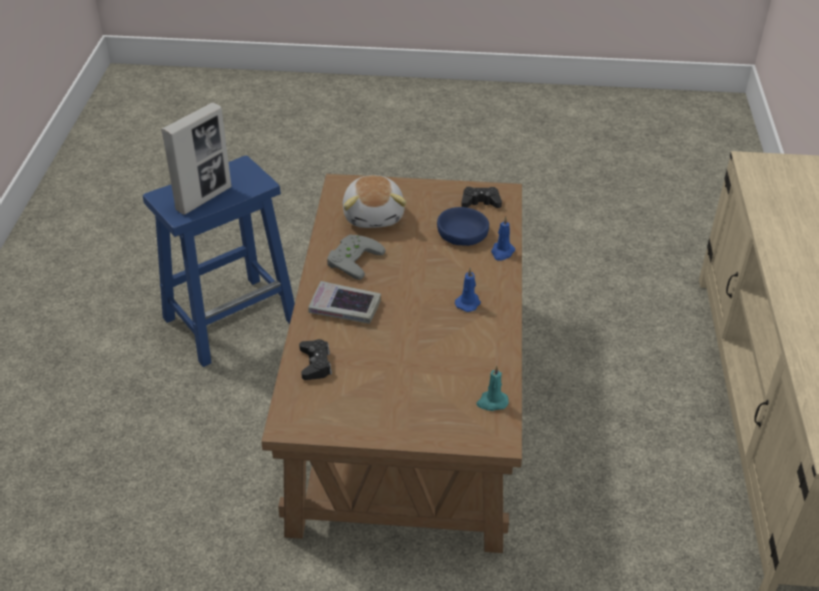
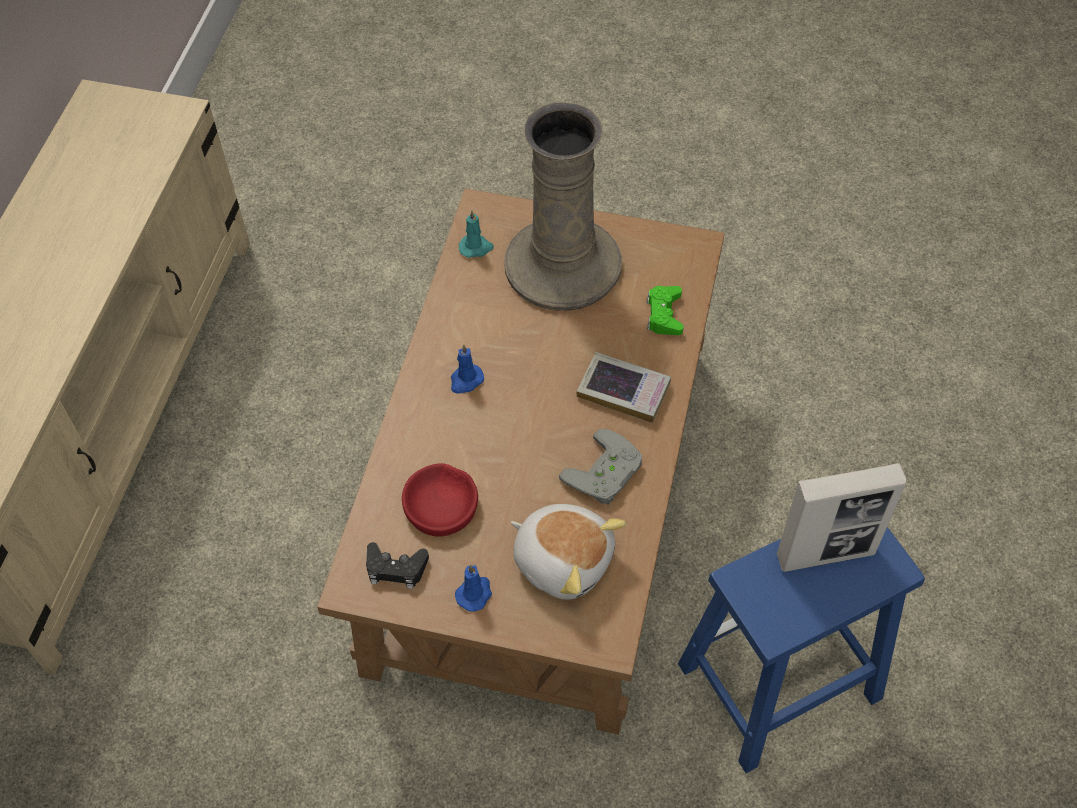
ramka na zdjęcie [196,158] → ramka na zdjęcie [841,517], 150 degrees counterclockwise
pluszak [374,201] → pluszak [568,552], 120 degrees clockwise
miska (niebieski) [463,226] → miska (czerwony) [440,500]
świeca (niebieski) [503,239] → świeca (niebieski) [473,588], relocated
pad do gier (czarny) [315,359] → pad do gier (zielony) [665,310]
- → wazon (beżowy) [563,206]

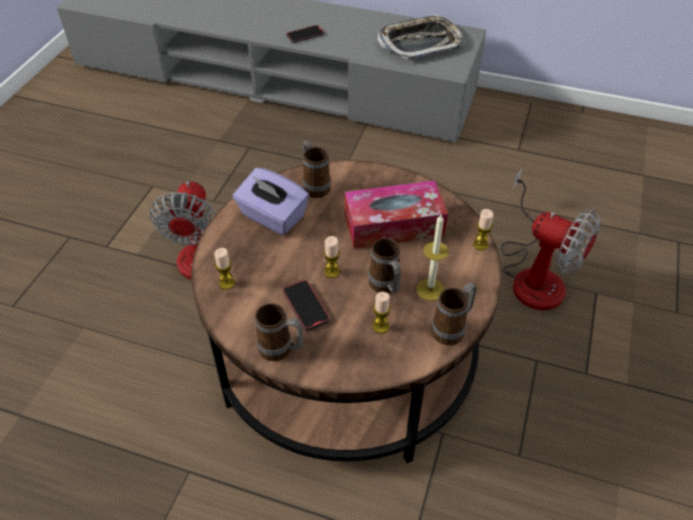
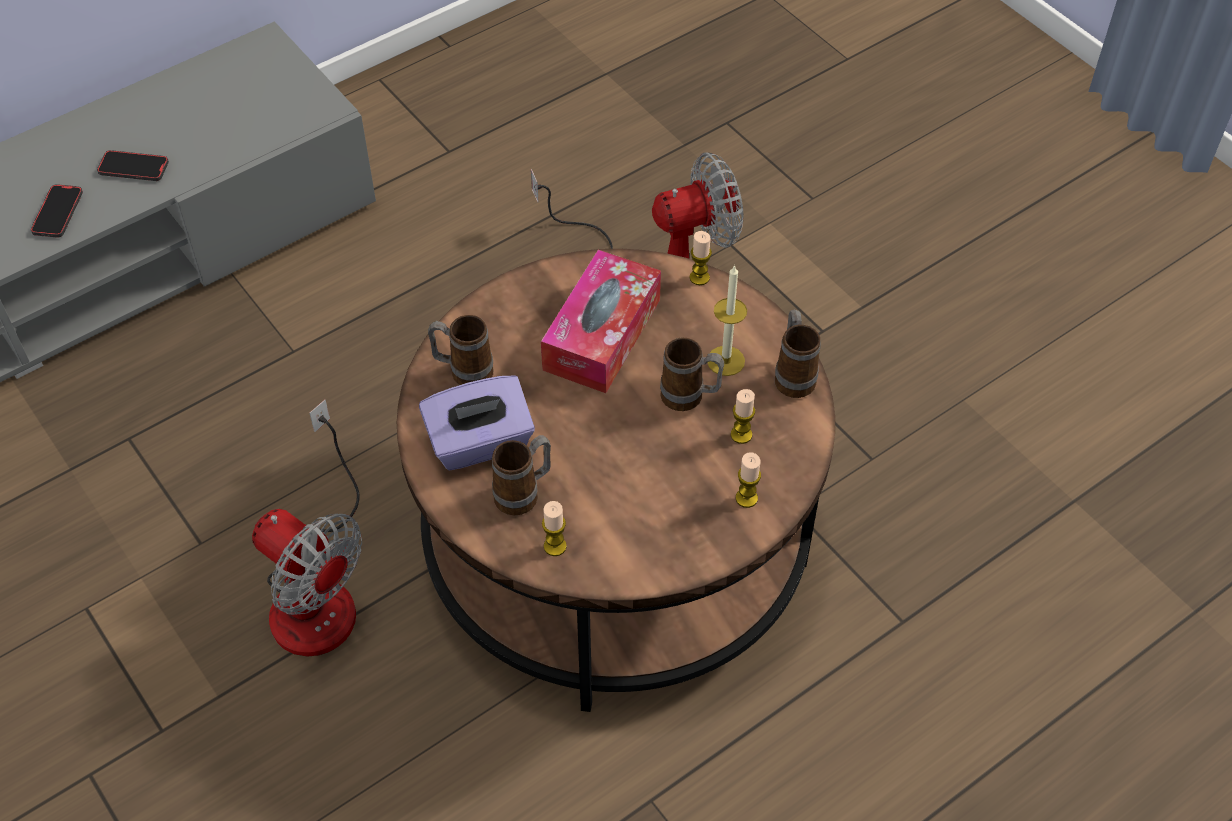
taca [421,36] → -
świeca [332,257] → świeca [748,480], relocated
telefon [306,305] → telefon [133,165], relocated
kubek [279,332] → kubek [521,475], relocated

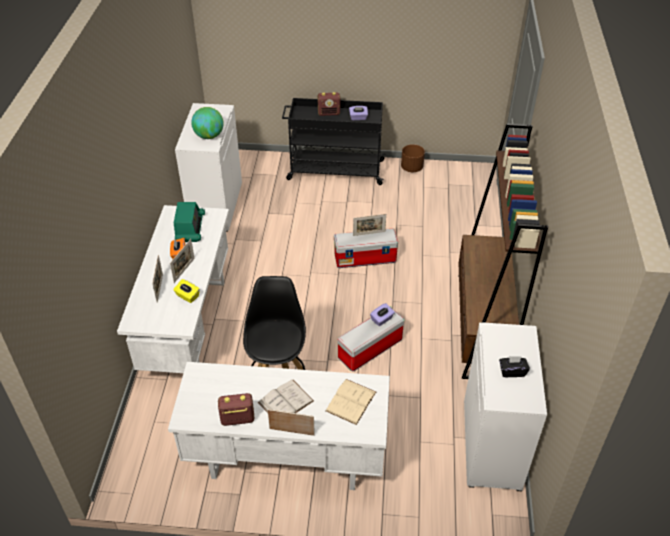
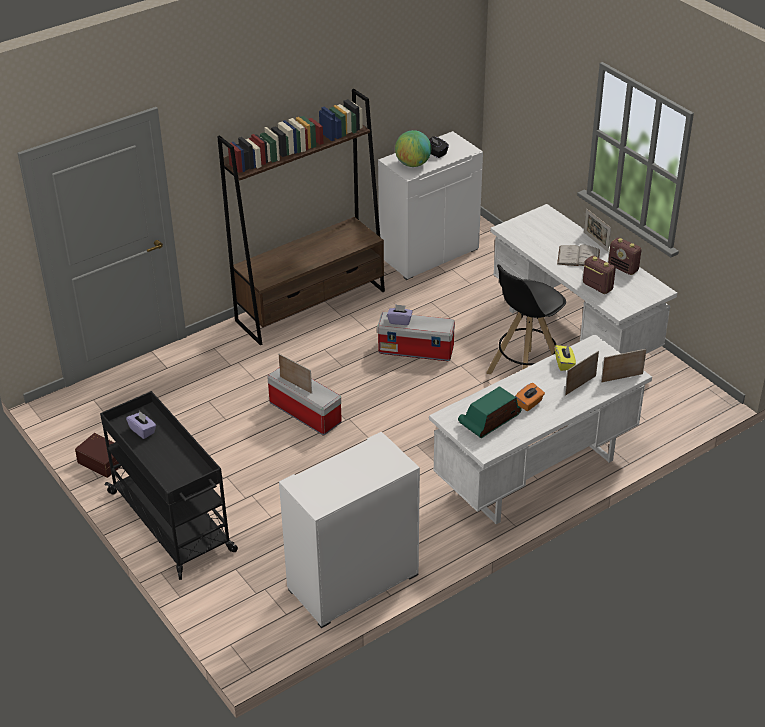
radio [329,104] → radio [599,275], relocated
globus [207,123] → globus [413,148], relocated
donica (brązowy) [413,158] → pojemnik do przechowywania (brązowy) [98,455]
ramka na zdjęcie [182,261] → ramka na zdjęcie [624,366], relocated
książka (beżowy) [351,402] → -

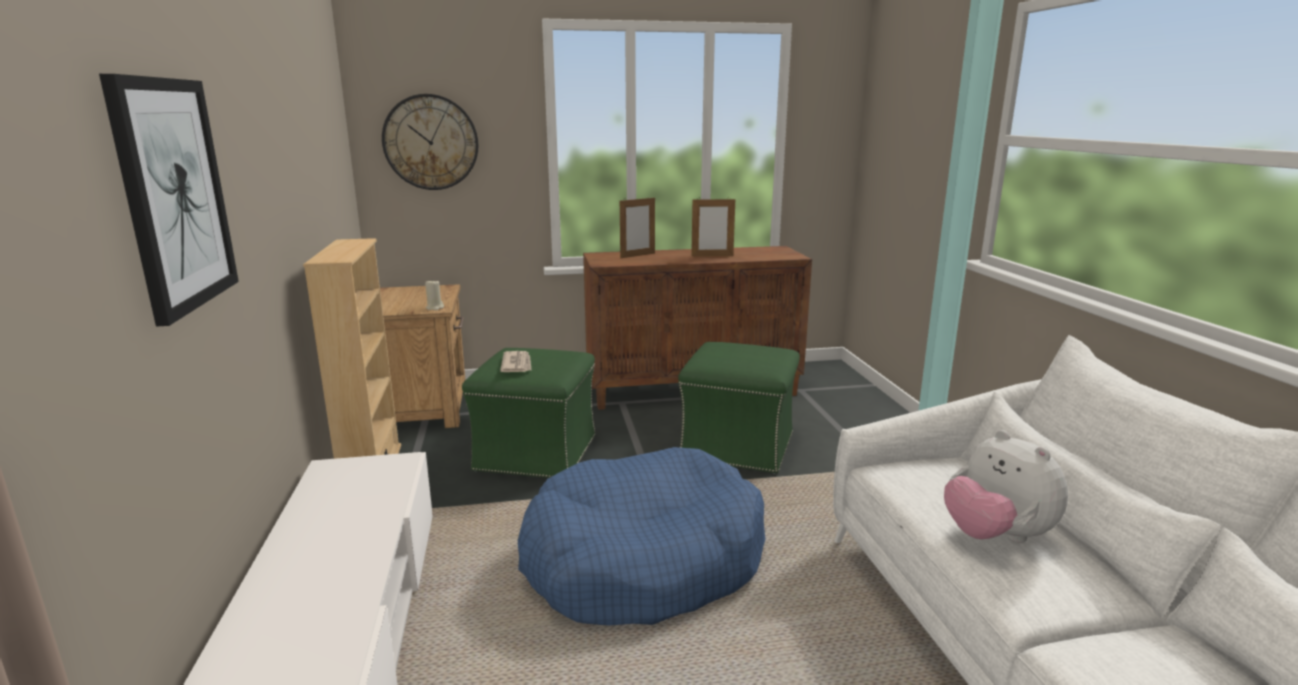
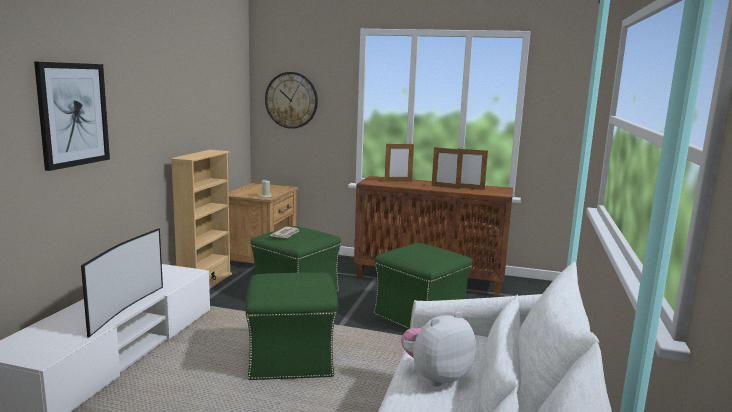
pluszak [1006,486] → pluszak [438,349], 60 degrees clockwise
legowisko (niebieski) [641,536] → pufa (zielony) [291,326]
- → ramka na zdjęcie [474,169]
- → telewizor [122,283]

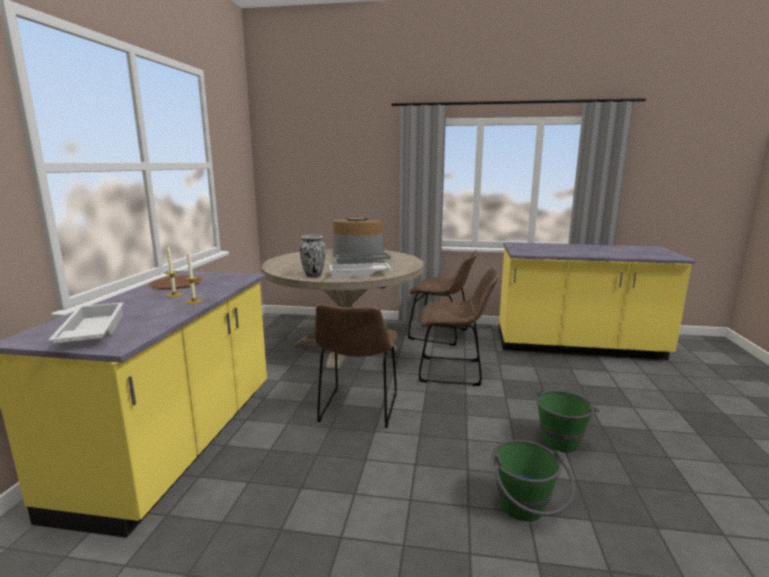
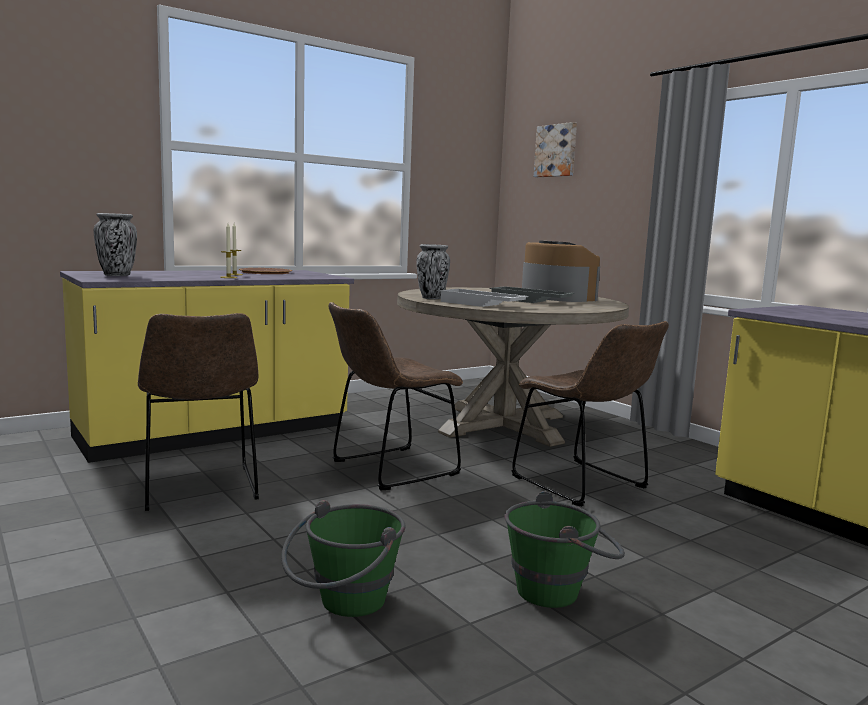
krzesło (brązowy) [443,298] → krzesło (brązowy) [198,412], relocated
taca (biały) [86,323] → wazon [115,244]
- → obraz [555,149]

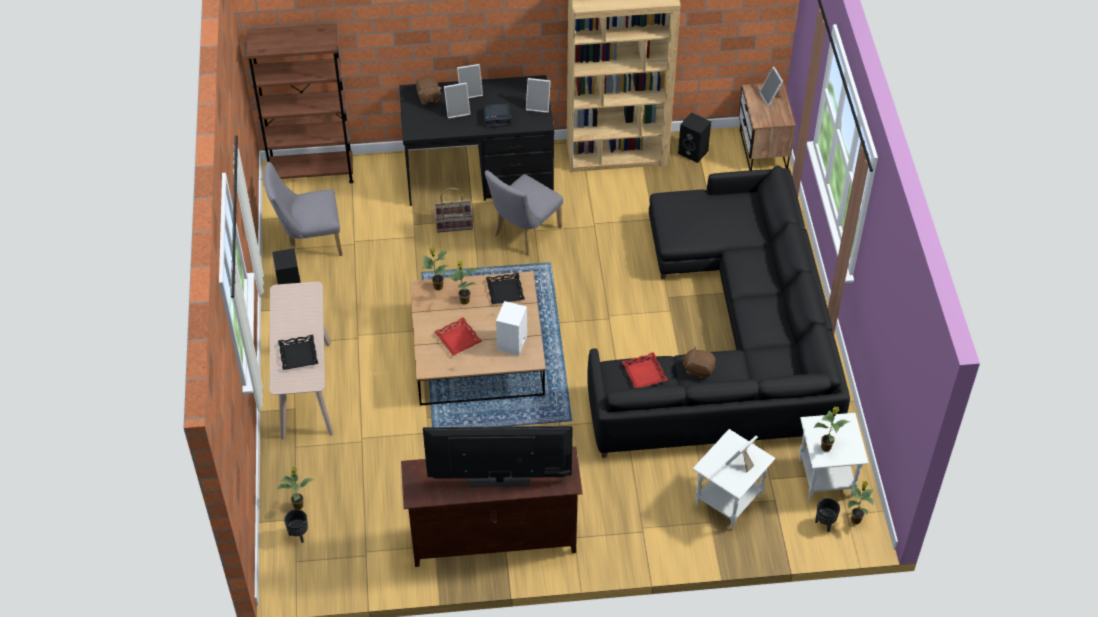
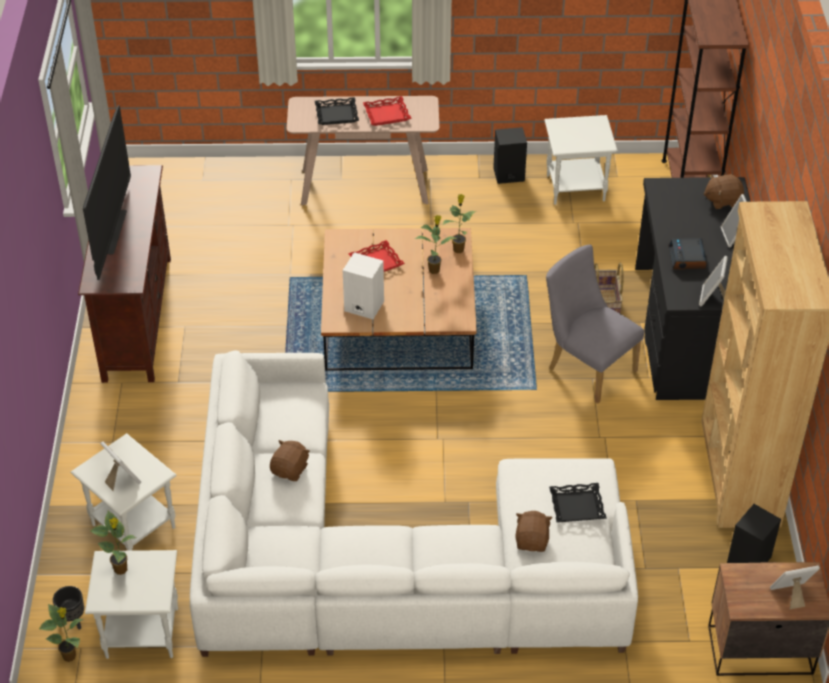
ramka na zdjęcie [457,100] → -
krzesło (szary) [303,209] → stolik (biały) [581,160]
kanapa (czarny) [718,312] → kanapa (biały) [414,503]
taca (czarny) [505,288] → taca (czarny) [578,503], relocated
taca (czerwony) [645,370] → taca (czerwony) [387,111], relocated
roślina doniczkowa [295,488] → -
donica (czarny) [296,526] → -
- → pluszak (brązowy) [534,531]

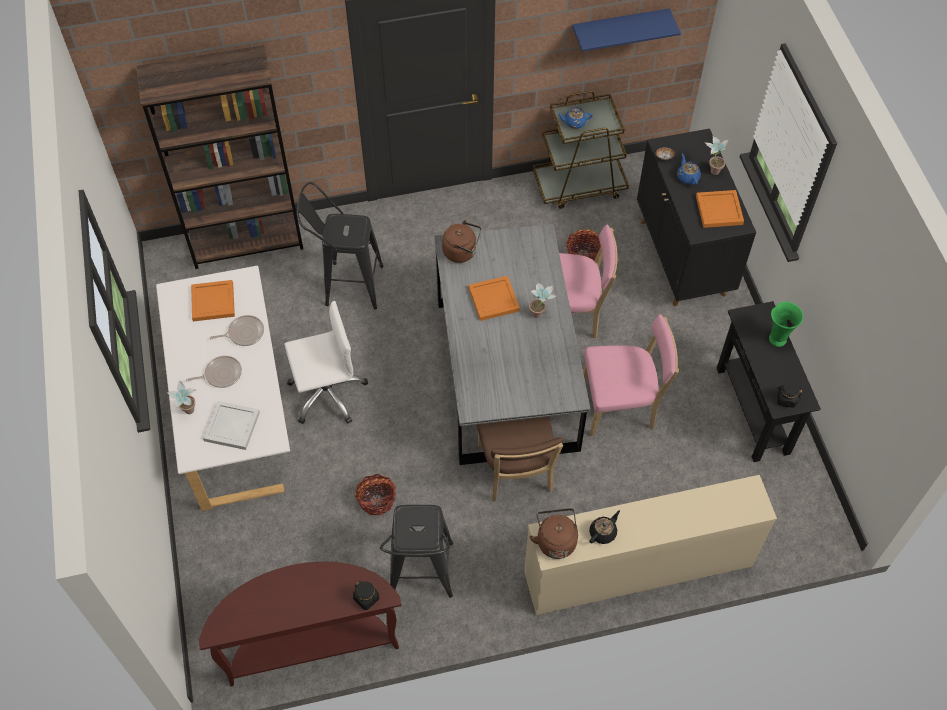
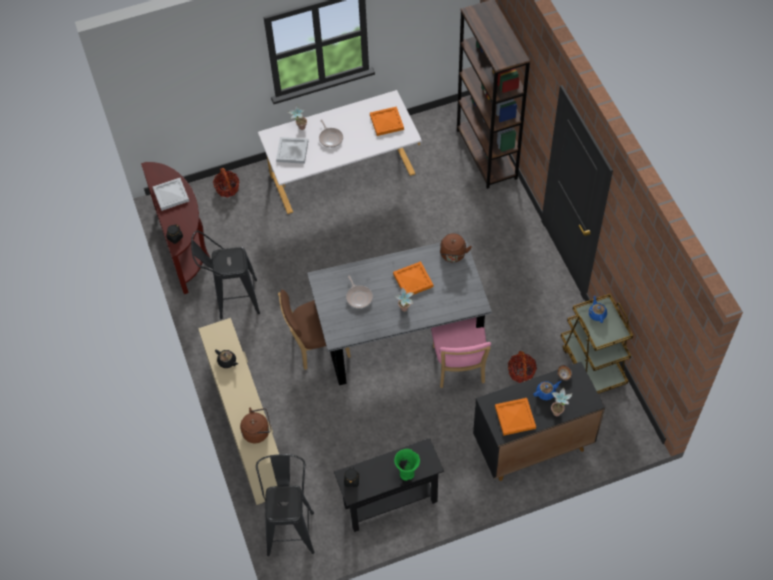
półka (niebieski) [626,30] → -
stołek (czarny) [340,245] → stołek (czarny) [285,505], relocated
krzesło biurowe (biały) [326,362] → -
krzesło (różowy) [631,375] → -
patelnia [237,330] → patelnia [359,292], relocated
koszyk [375,494] → koszyk [226,182], relocated
czajnik (brązowy) [554,533] → czajnik (brązowy) [255,426], relocated
- → taca (biały) [171,194]

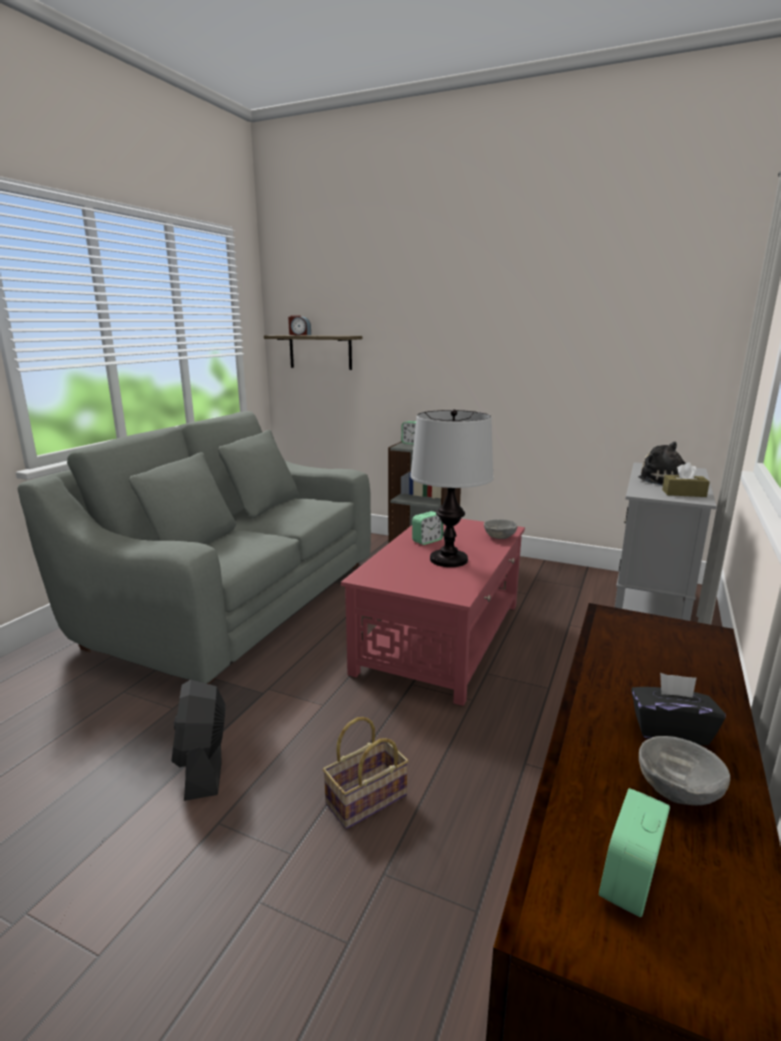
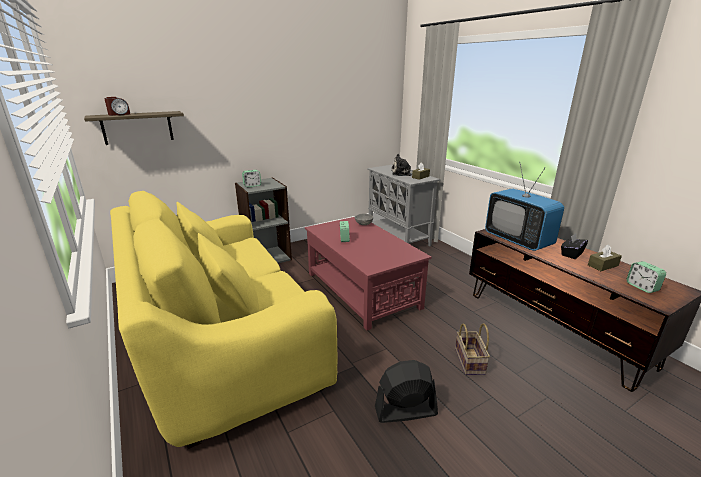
lampa stołowa [452,488] → -
kanapa (szary) [194,547] → kanapa (żółty) [224,320]
wentylator (czarny) [198,740] → wentylator (czarny) [406,391], 150 degrees clockwise
miska (szary) [684,770] → pudełko chusteczek (brązowy) [605,257]
- → telewizor [524,206]

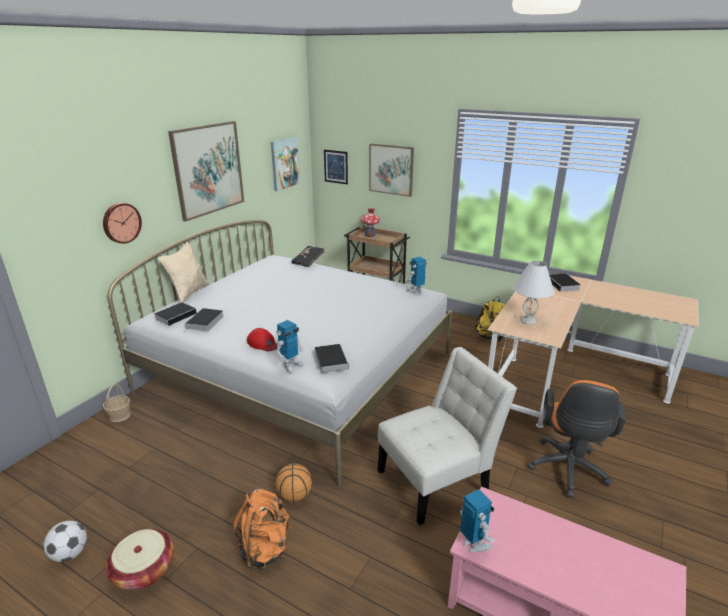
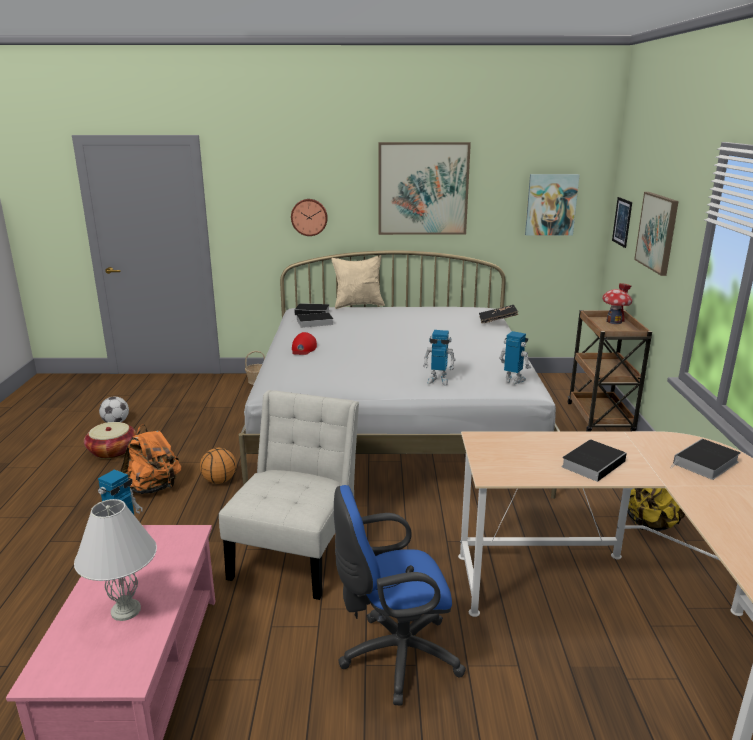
lampa stołowa (biały) [534,292] → lampa stołowa (biały) [115,560], relocated
robot zabawkowy [290,346] → robot zabawkowy [439,357], relocated
książka [331,358] → książka [594,461], relocated
krzesło (biały) [447,436] → krzesło (biały) [289,495], 105 degrees counterclockwise
krzesło biurowe (pomarańczowy) [577,439] → krzesło biurowe (niebieski) [400,595]

